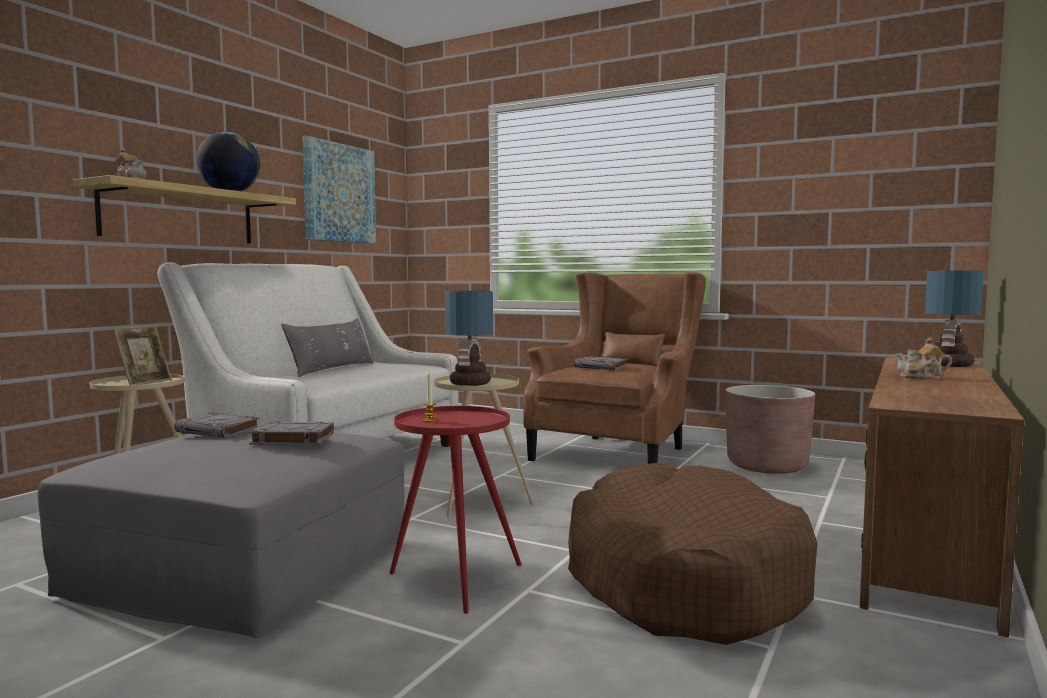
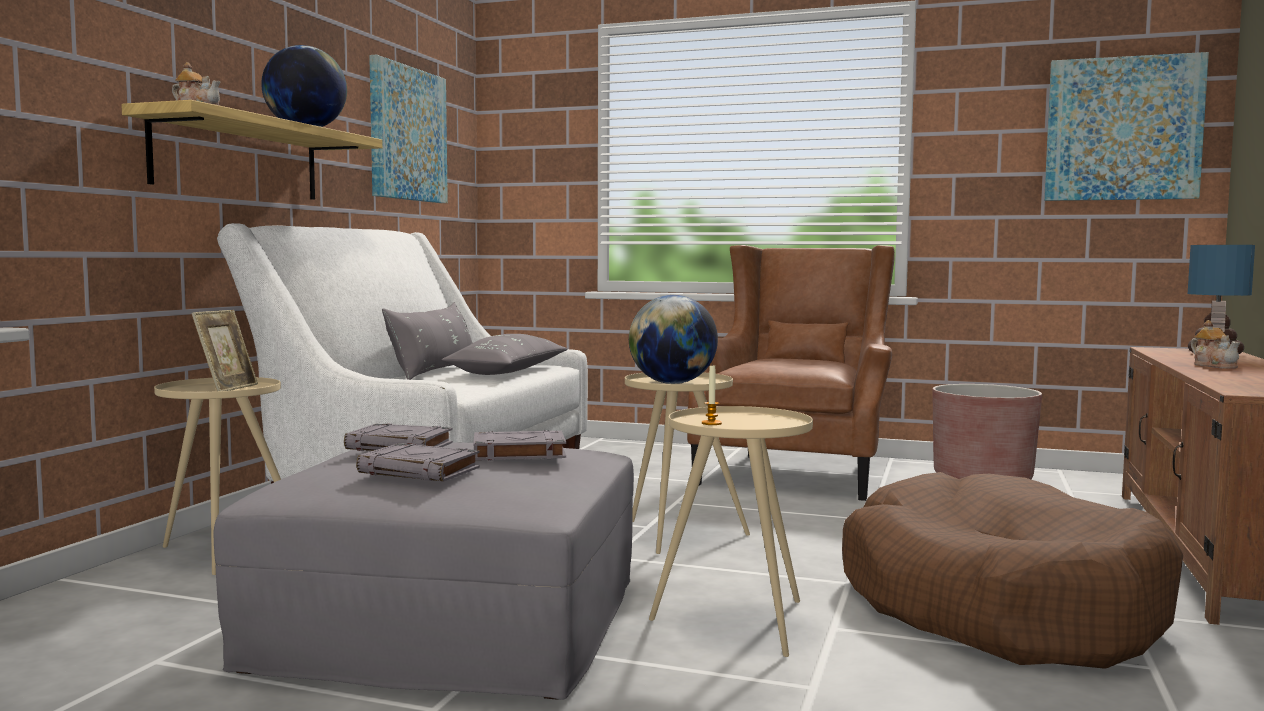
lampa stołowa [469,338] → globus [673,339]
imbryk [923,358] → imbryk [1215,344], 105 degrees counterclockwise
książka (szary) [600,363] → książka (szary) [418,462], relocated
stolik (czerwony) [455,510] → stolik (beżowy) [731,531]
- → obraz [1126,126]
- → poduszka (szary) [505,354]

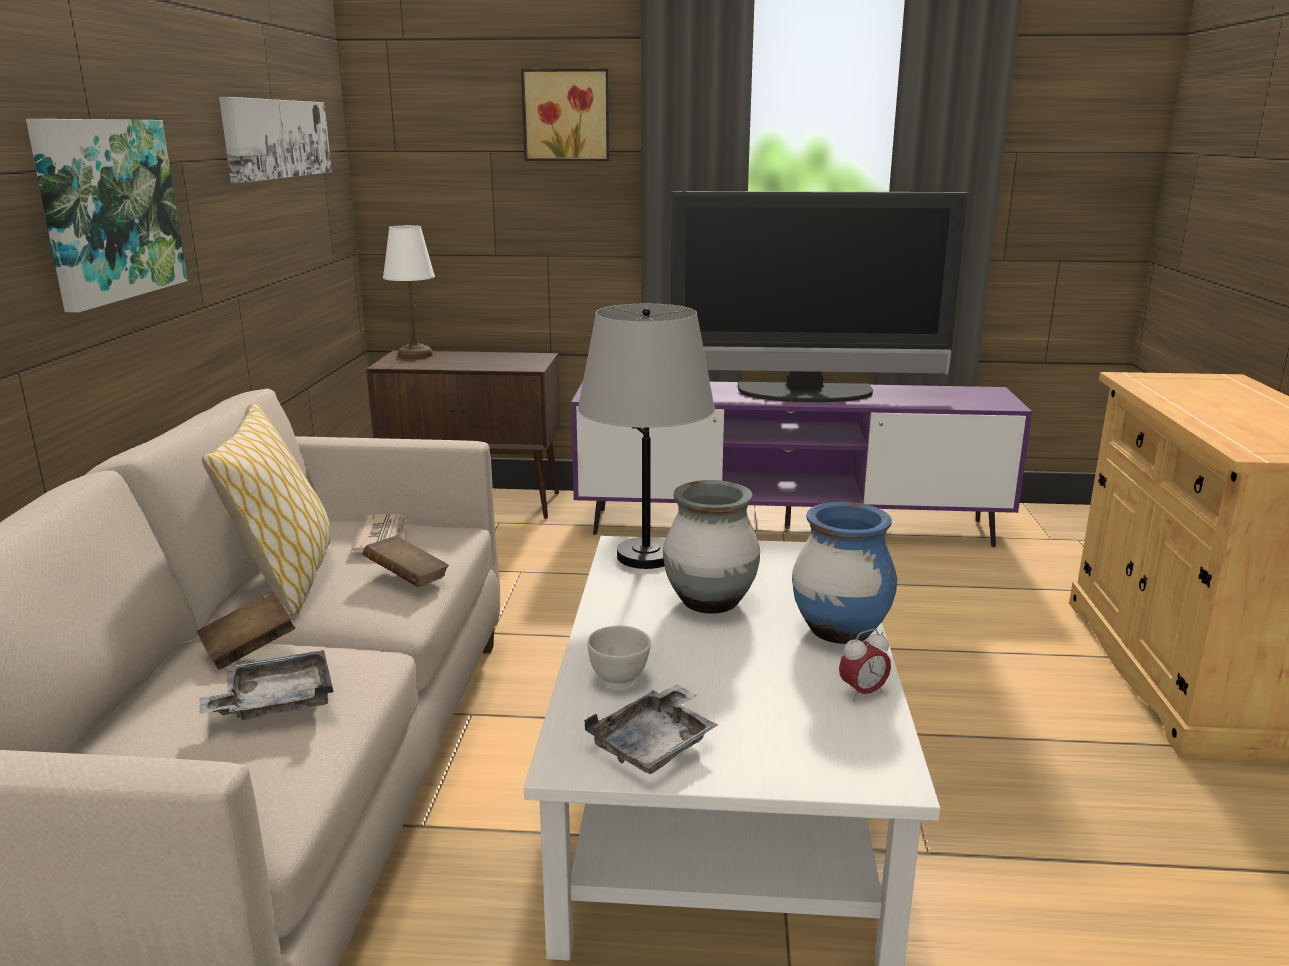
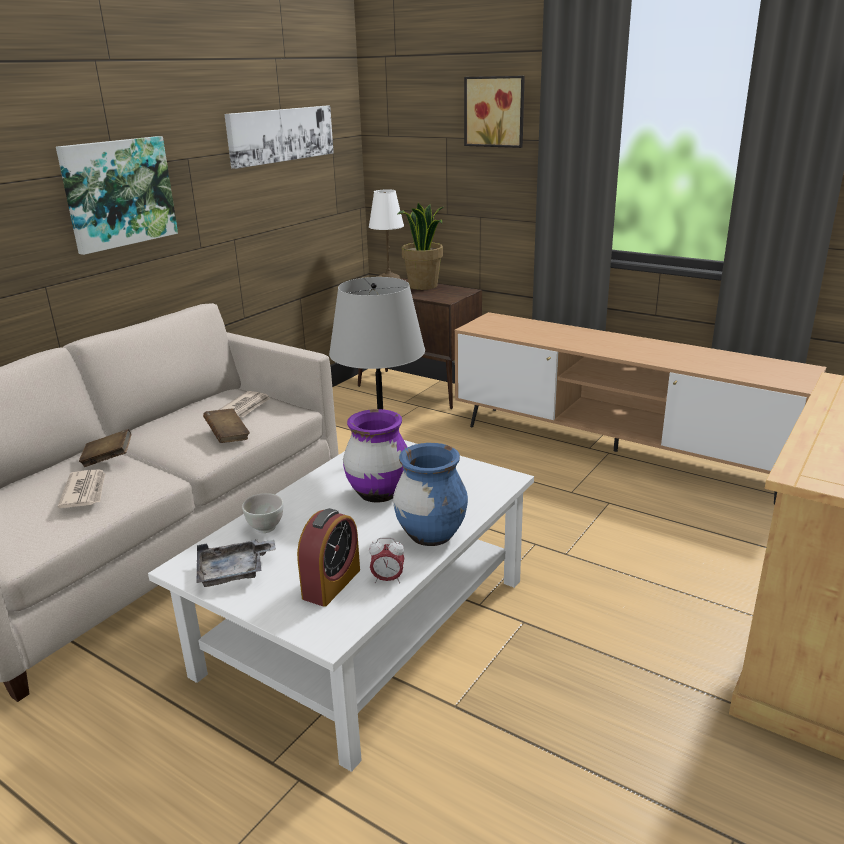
telewizor [819,296] → -
szafka pod telewizor (fioletowy) [801,464] → szafka pod telewizor (brązowy) [640,408]
poduszka [266,509] → -
wazon (szary) [711,547] → wazon (fioletowy) [375,456]
taca (szary) [266,685] → gazeta [82,488]
- → roślina doniczkowa [420,246]
- → budzik [328,557]

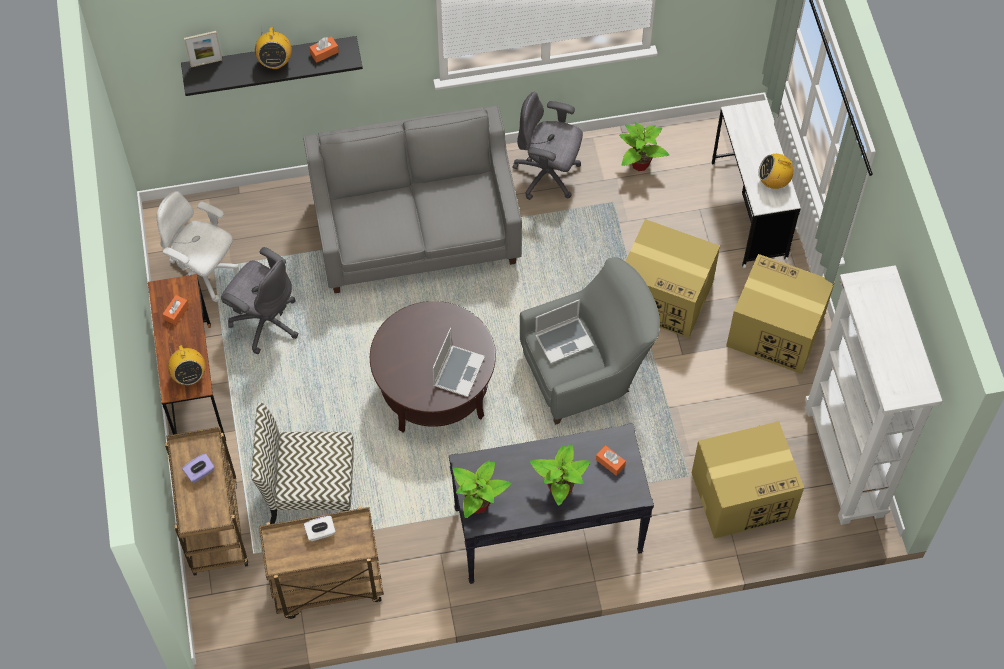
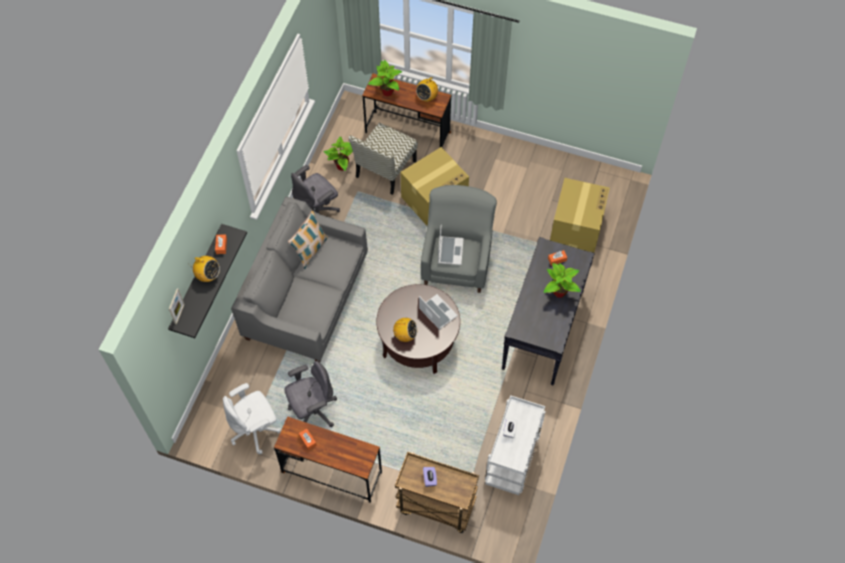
biurko (biały) [756,184] → biurko (brązowy) [406,110]
karton [780,314] → -
regał (biały) [873,395] → -
radio [187,365] → radio [404,330], relocated
krzesło [302,463] → krzesło [383,159], relocated
roślina doniczkowa [482,489] → roślina doniczkowa [385,78], relocated
wózek (brązowy) [321,562] → wózek (biały) [515,445]
- → poduszka [308,239]

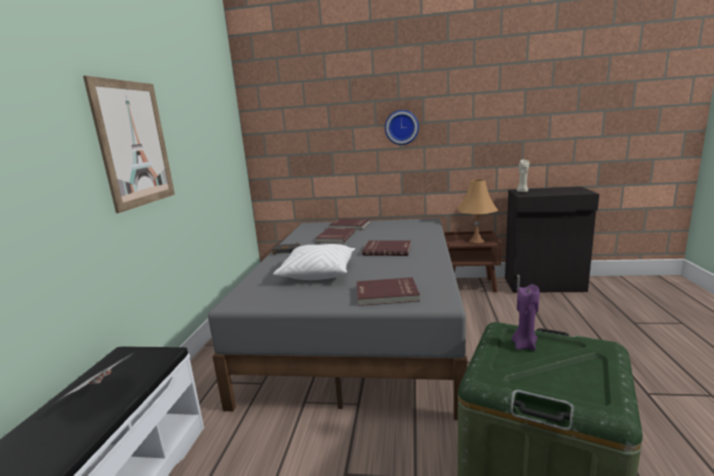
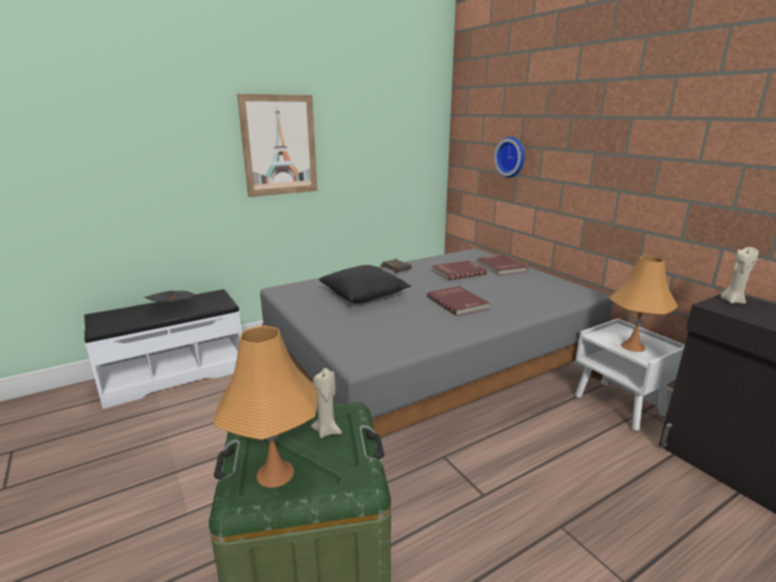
zegar ścienny [402,127] → zegar ścienny [509,157], relocated
szafka nocna (brązowy) [473,261] → szafka nocna (biały) [630,374]
poduszka (biały) [314,262] → poduszka (czarny) [365,284]
książka (czerwony) [388,291] → -
świeca (fioletowy) [525,317] → świeca (beżowy) [326,403]
- → lampa stołowa (pomarańczowy) [265,407]

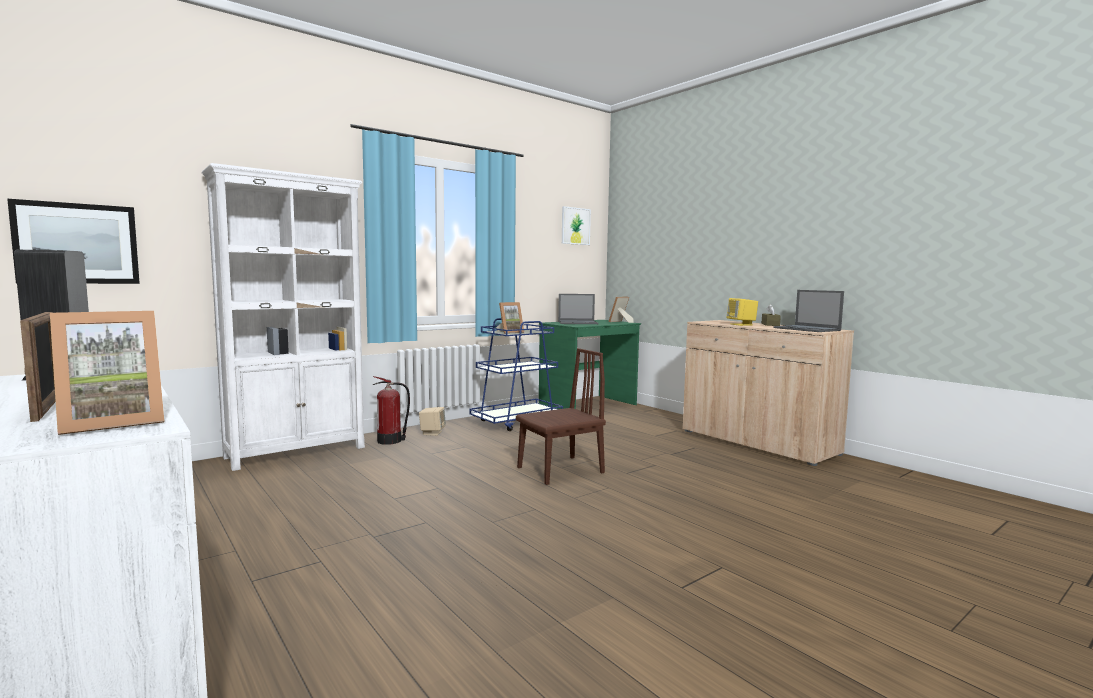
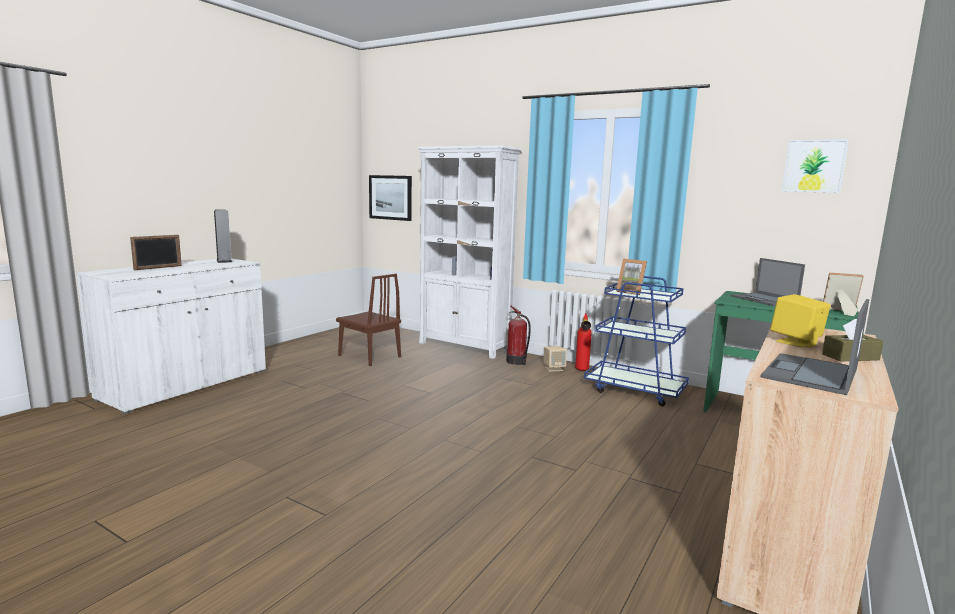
ramka na zdjęcie [107,373] → -
krzesło (brązowy) [561,416] → krzesło (brązowy) [368,320], relocated
- → gaśnica [583,342]

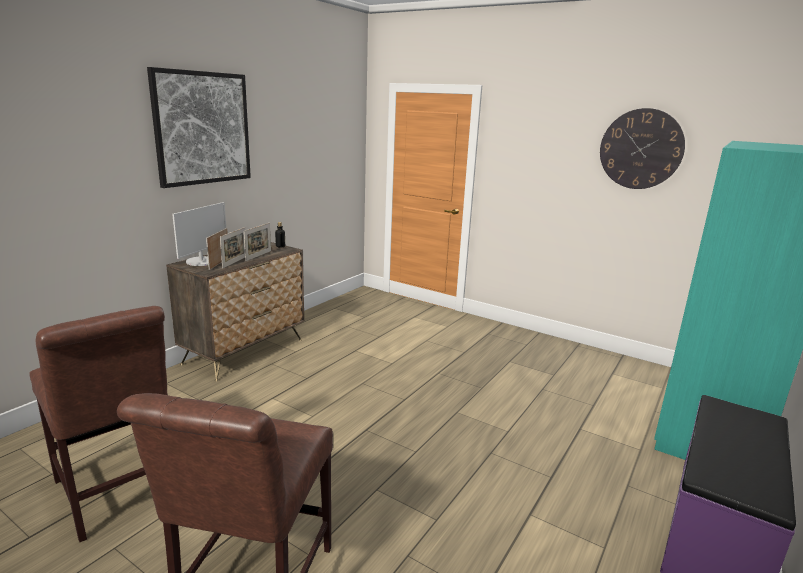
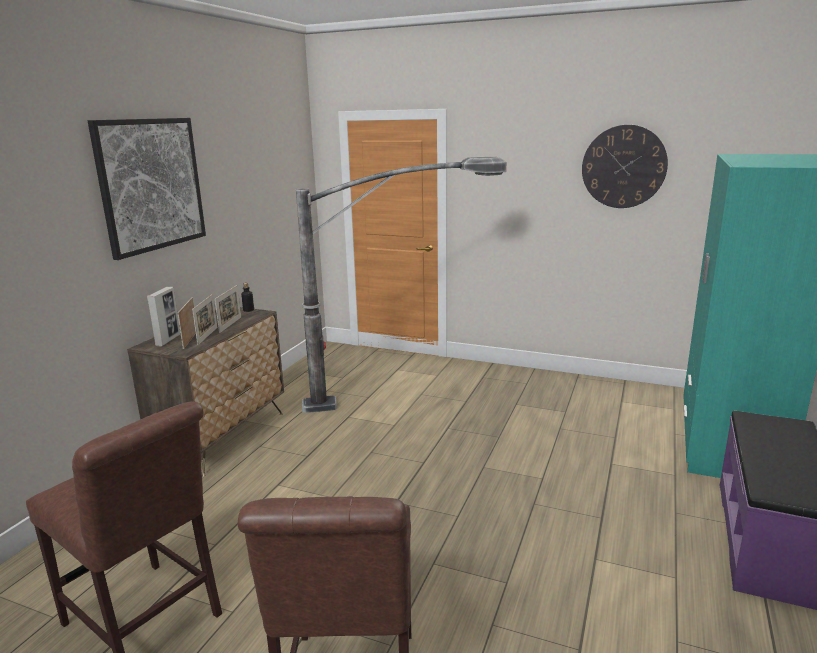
monitor [199,234] → ramka na zdjęcie [163,316]
- → lampa stojąca [401,285]

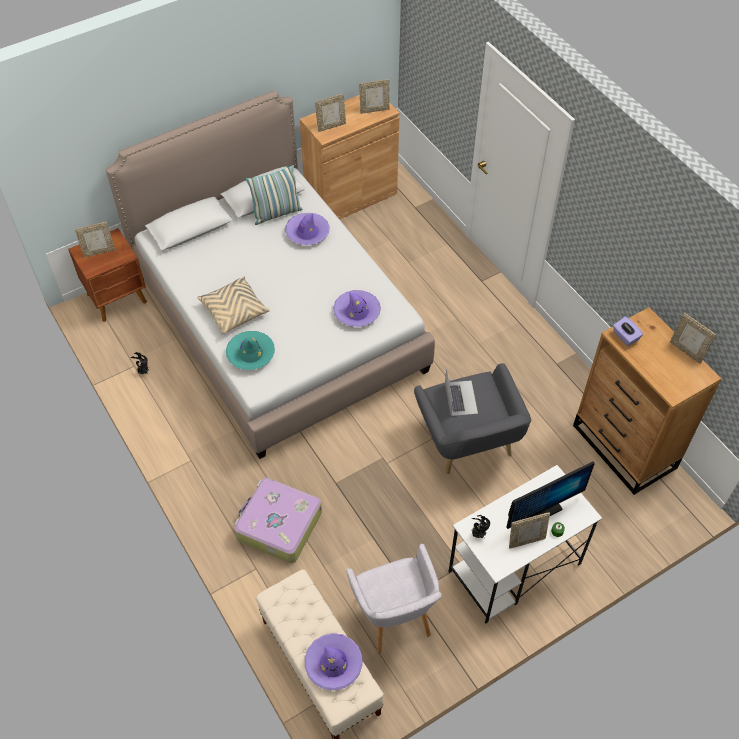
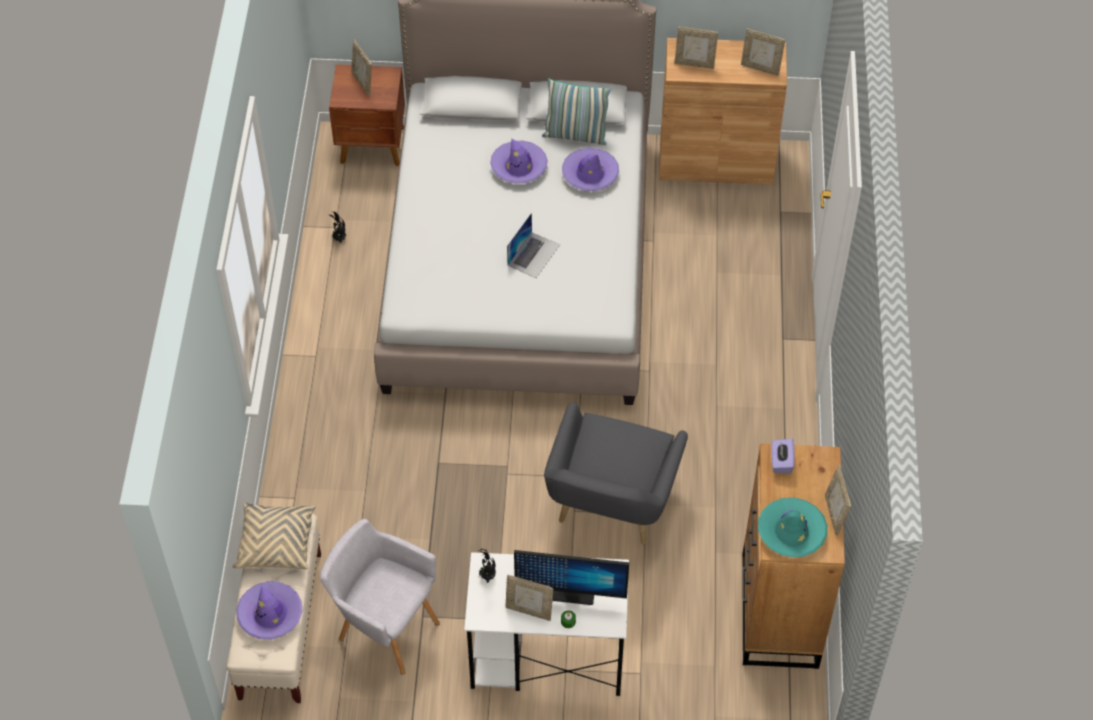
ramka na zdjęcie [95,239] → ramka na zdjęcie [361,68], 45 degrees clockwise
poduszka (beżowy) [233,305] → poduszka (beżowy) [274,536], relocated
kapelusz (fioletowy) [357,308] → kapelusz (fioletowy) [519,161], relocated
kapelusz (turkusowy) [250,350] → kapelusz (turkusowy) [792,527], relocated
laptop [461,392] → laptop [533,245], relocated
walizka [278,520] → -
fotel (szary) [394,599] → fotel (szary) [380,597], 105 degrees clockwise

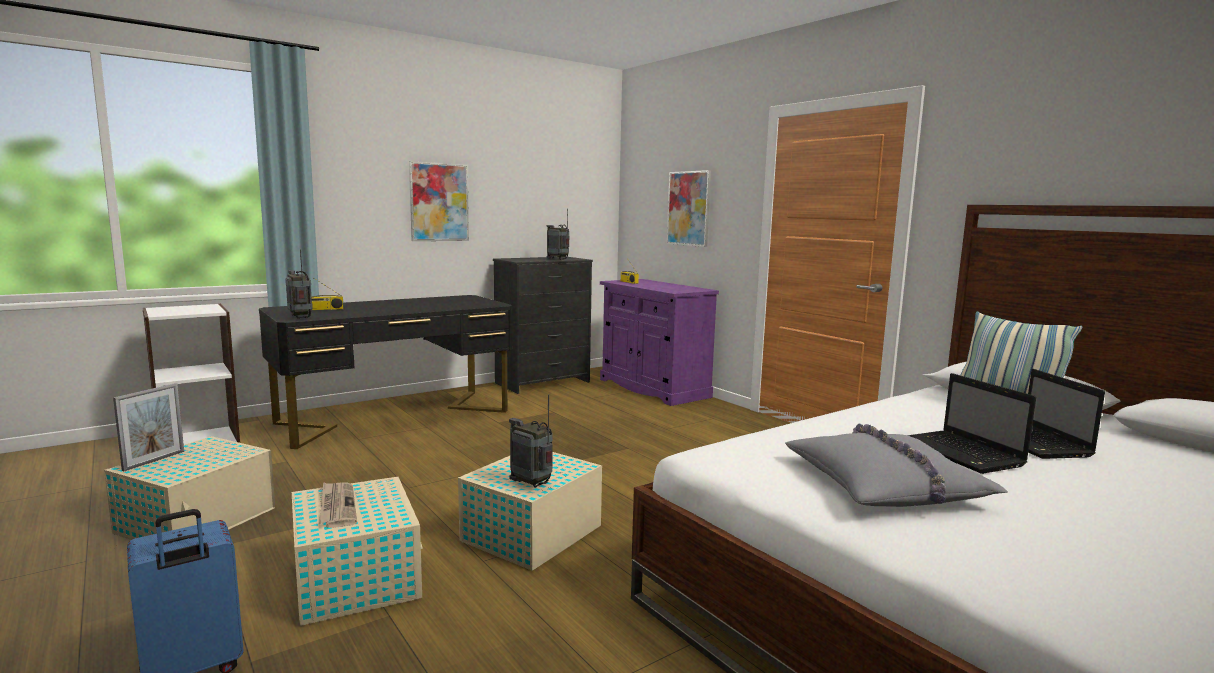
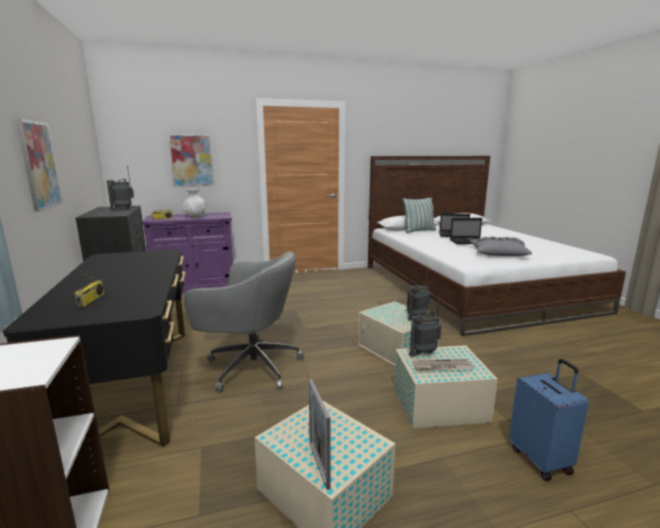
radio [299,284] → radio [425,325], relocated
ramka na zdjęcie [148,427] → ramka na zdjęcie [319,434], 150 degrees counterclockwise
- → wazon (biały) [195,203]
- → krzesło biurowe (szary) [244,321]

